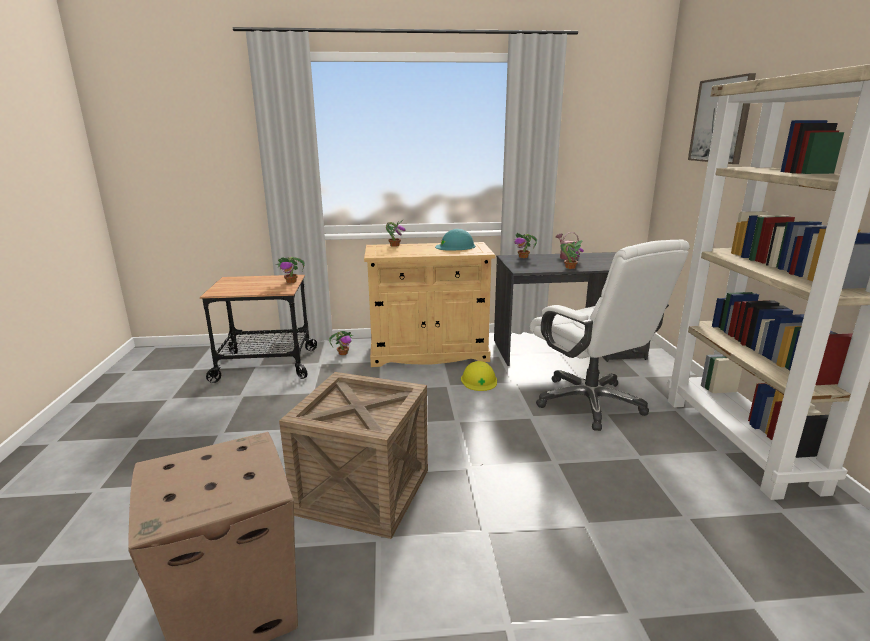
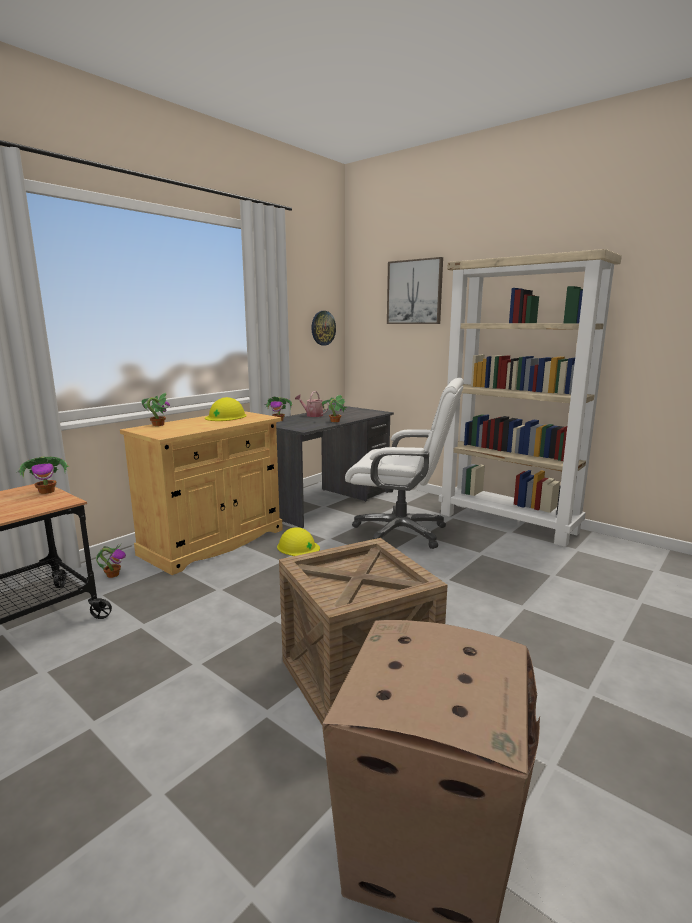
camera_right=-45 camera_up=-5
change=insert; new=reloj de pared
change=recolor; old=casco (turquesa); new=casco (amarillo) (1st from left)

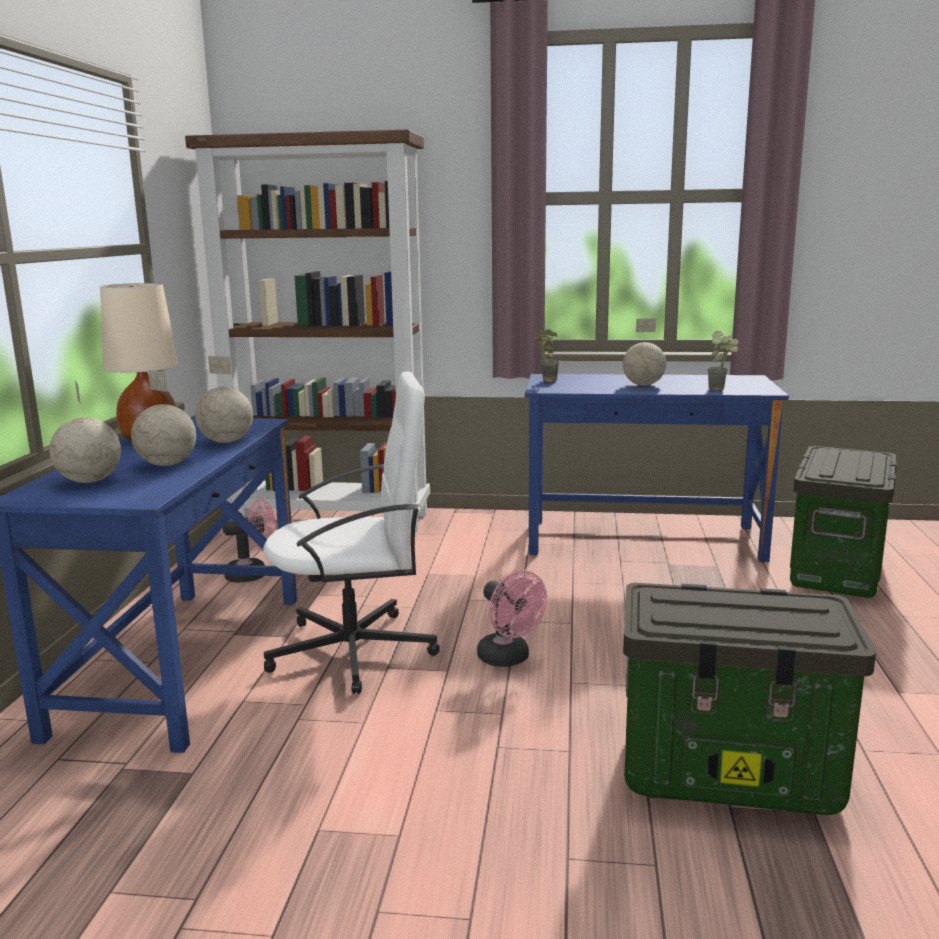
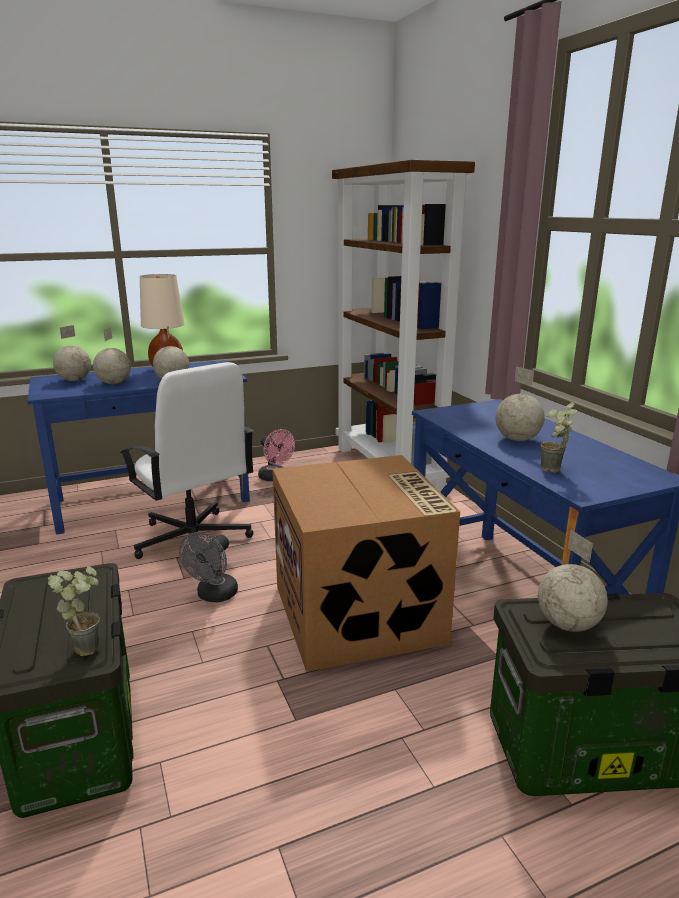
camera_right=60 camera_up=5
change=insert; new=caja de cartón
change=insert; new=globo terráqueo (5th from left)
change=move; old=planta en maceta (1st from left)
change=recolor; old=ventilador (rosa) (2nd from left); new=ventilador (gris)

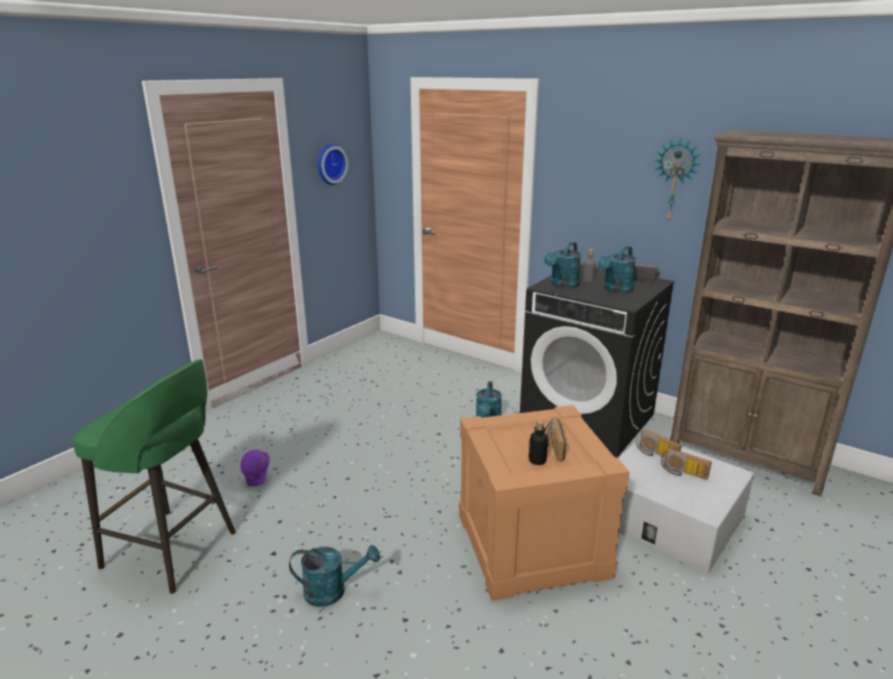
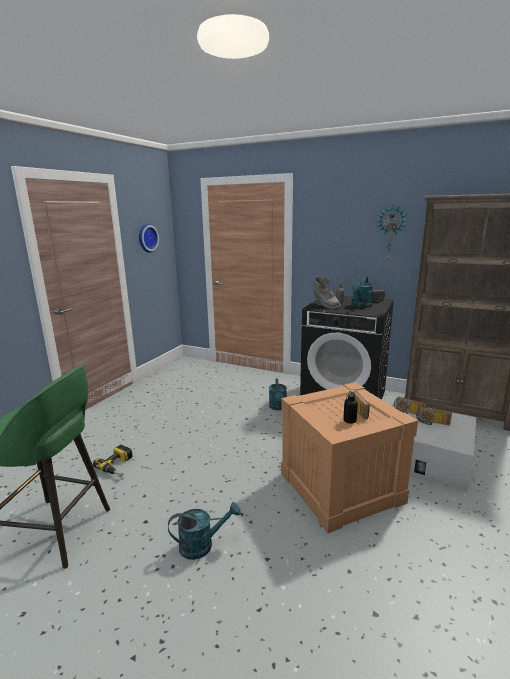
camera_right=-10 camera_up=-5
change=replace; old=casco (morado); new=taladro
change=replace; old=regadera (turquesa) (3rd from left); new=bota (gris)

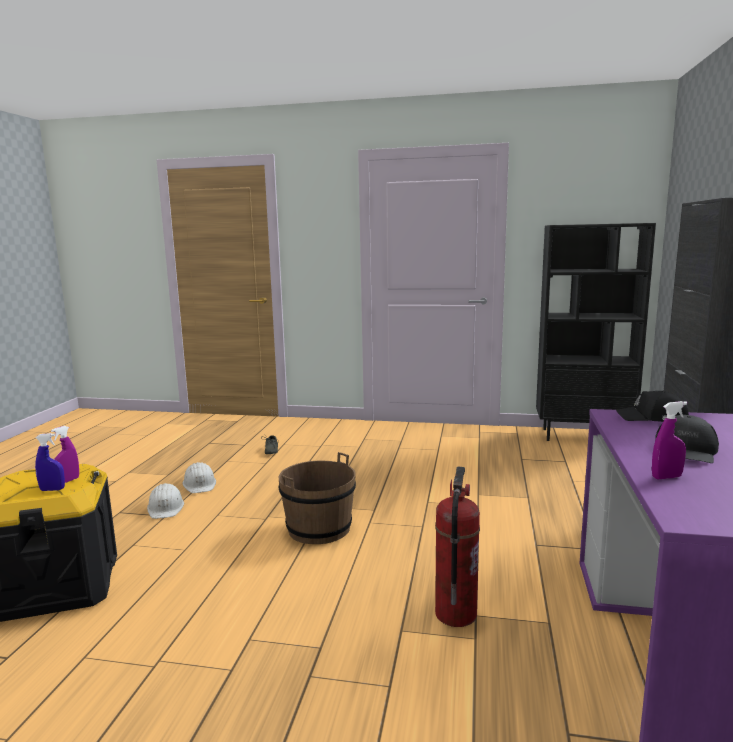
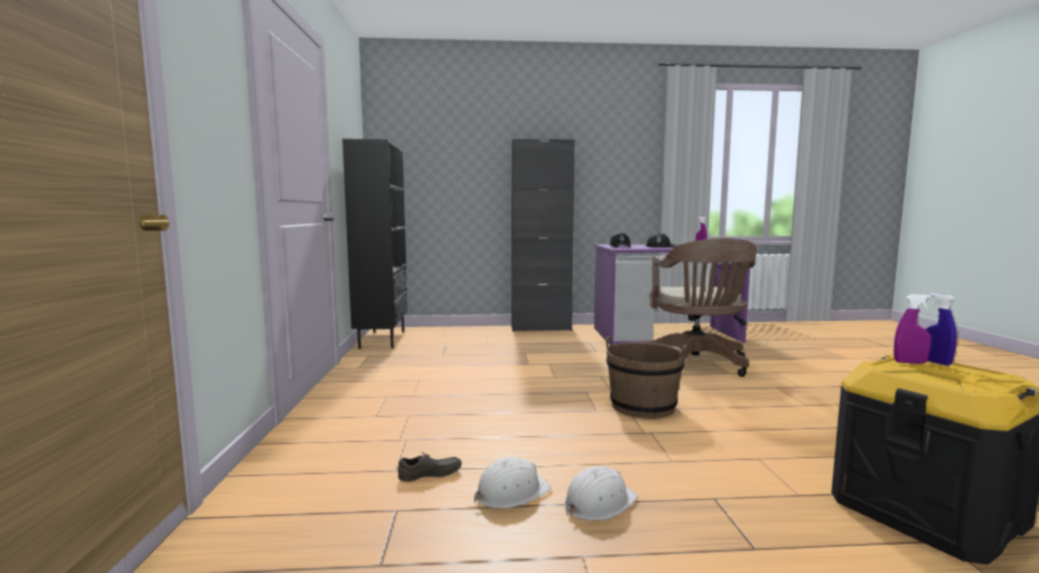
camera_right=-105 camera_up=-5
change=move; old=casco (blanco) (1st from left)
change=replace; old=extintor; new=silla de oficina (marrón)

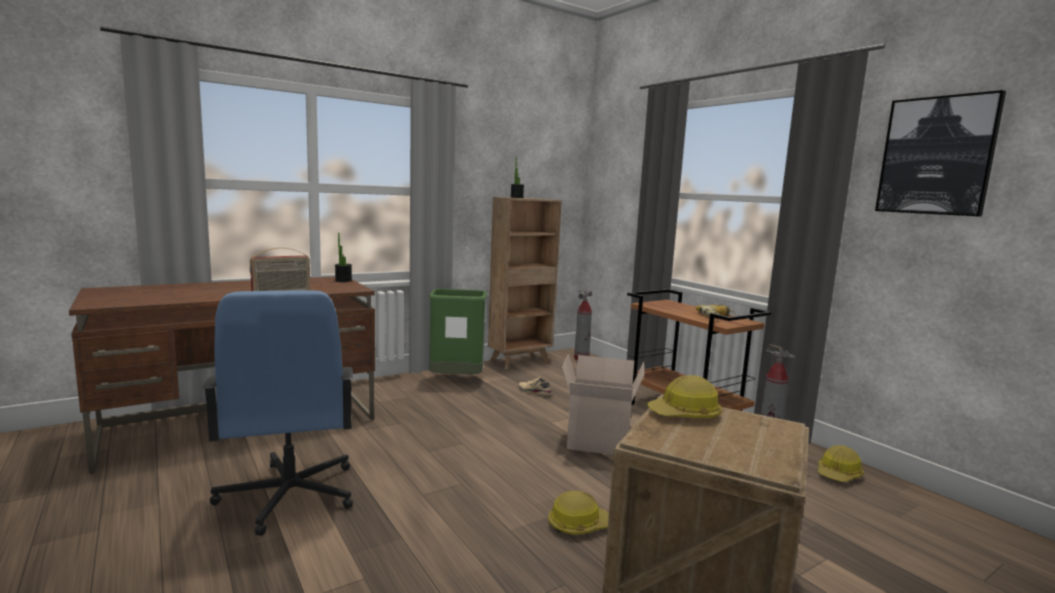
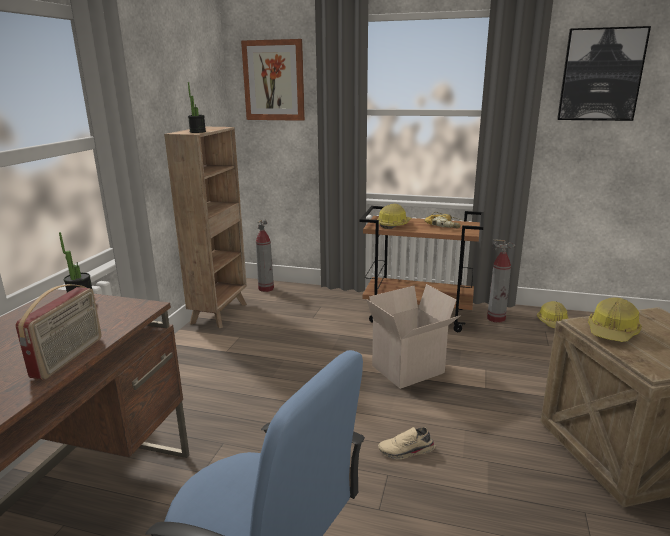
camera_right=-40 camera_up=10
change=delete; old=papelera (verde)
change=insert; new=cuadro (1st from left)
change=move; old=zapato (beis)
change=move; old=casco (1st from left)

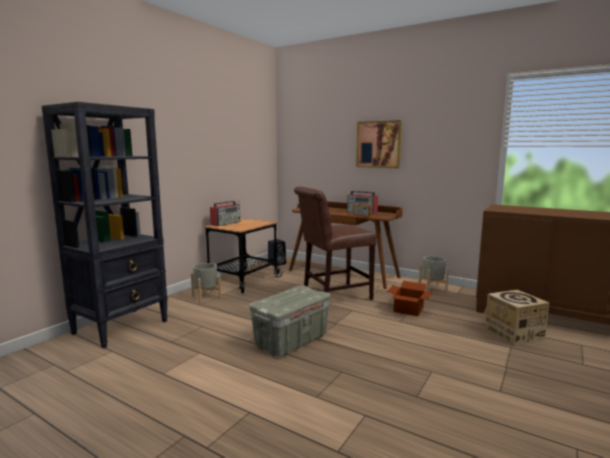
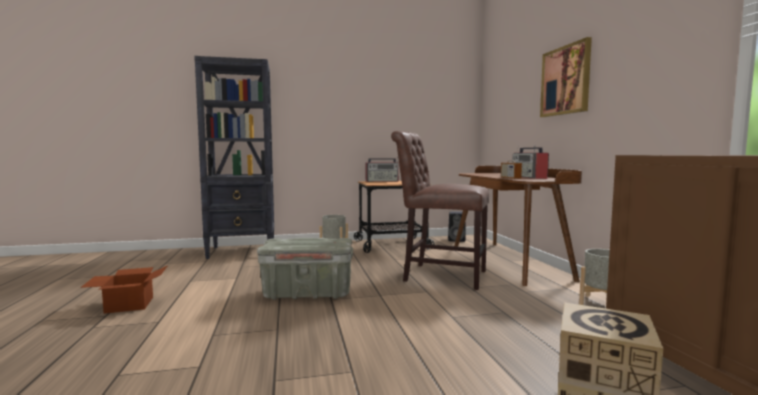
camera_right=45 camera_up=-5
change=move; old=caja de cartón (1st from left)

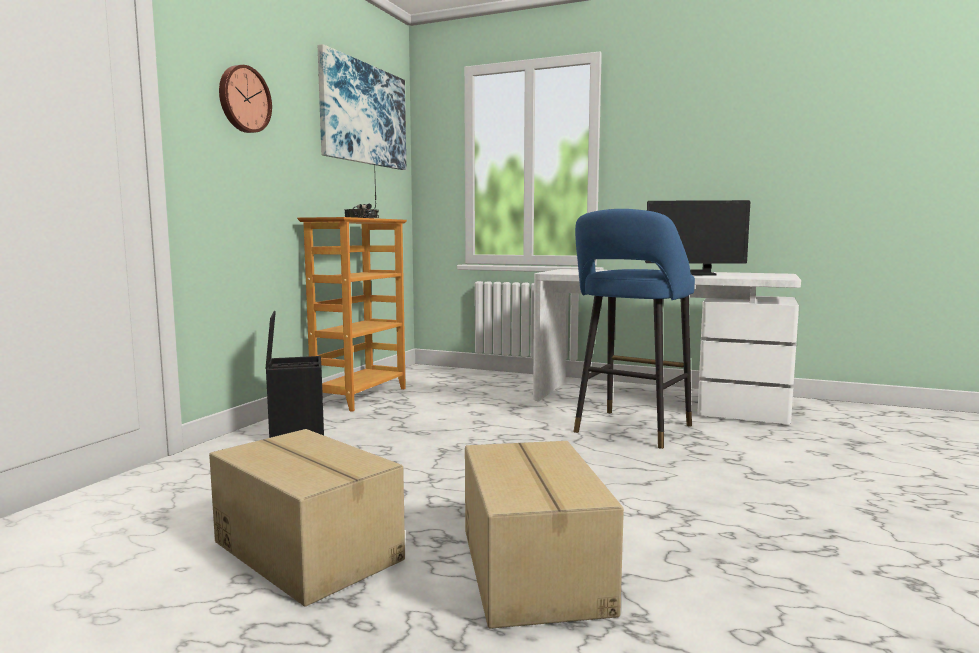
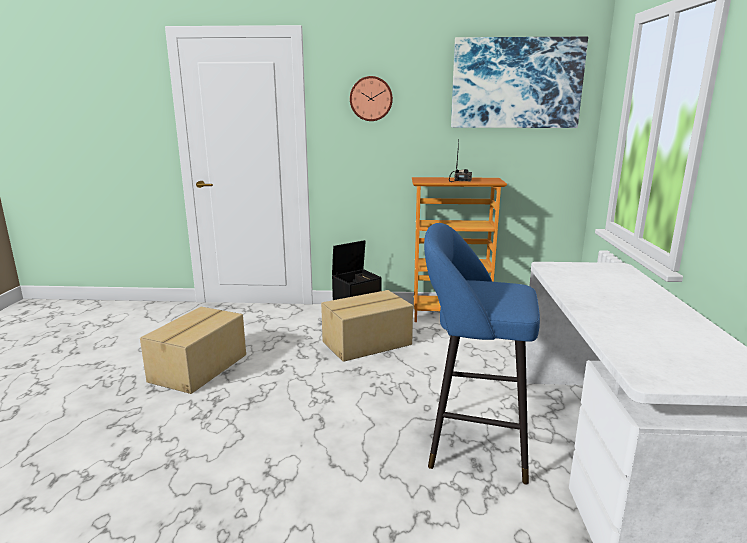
camera_right=70 camera_up=10
change=delete; old=monitor
change=move; old=caja de cartón (2nd from left)

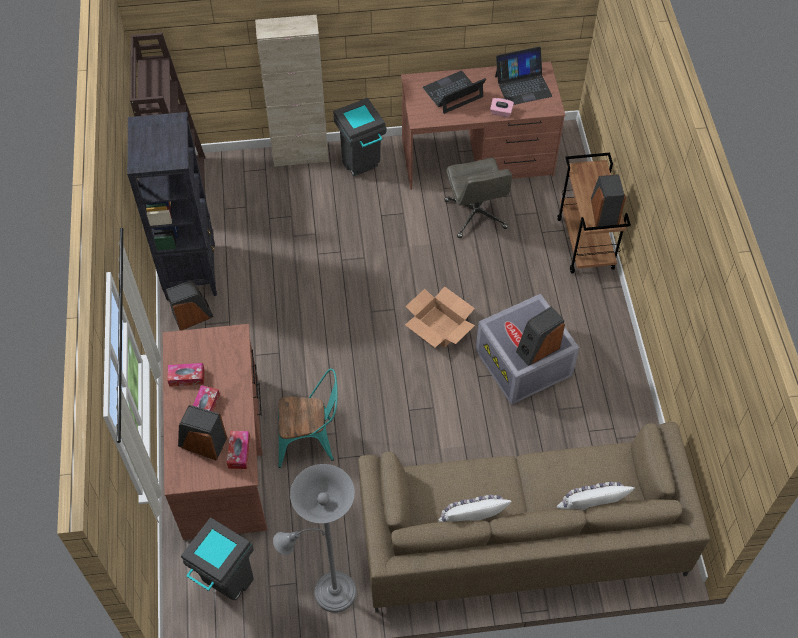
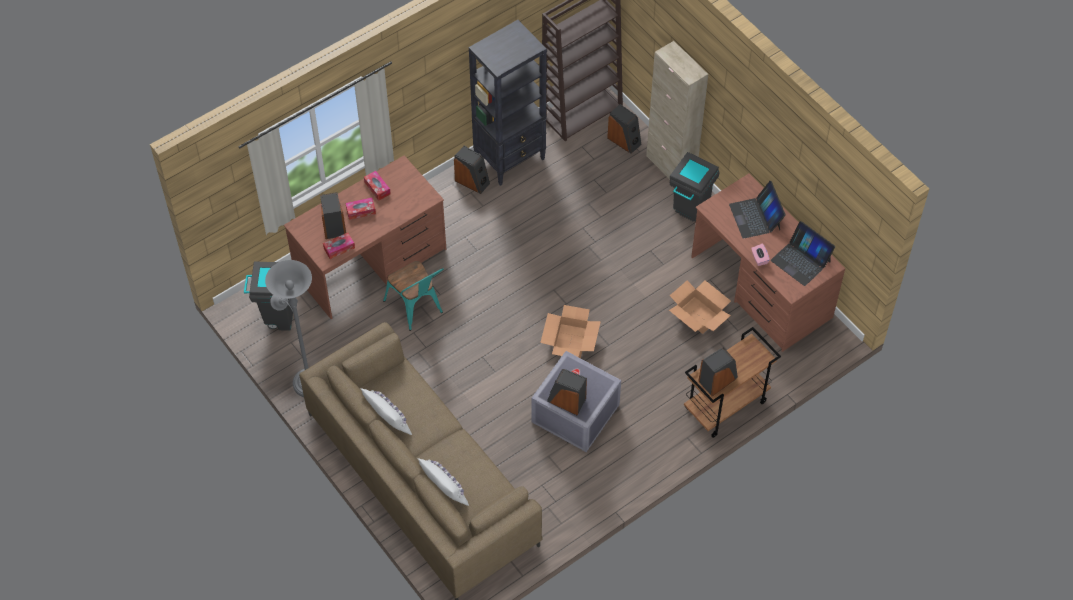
camera_right=60 camera_up=0
change=insert; new=altavoz (4th from left)
change=replace; old=silla de oficina (gris); new=caja de cartón (2nd from left)
change=rotate; old=portátil (1st from left); degrees=-135

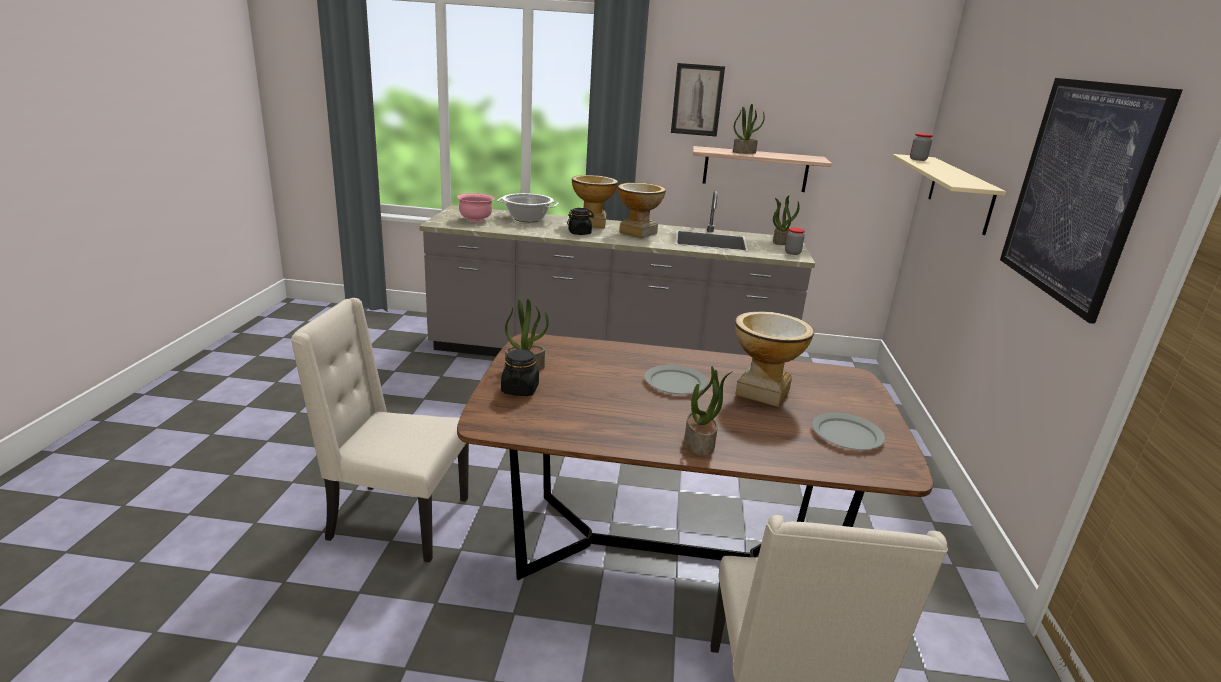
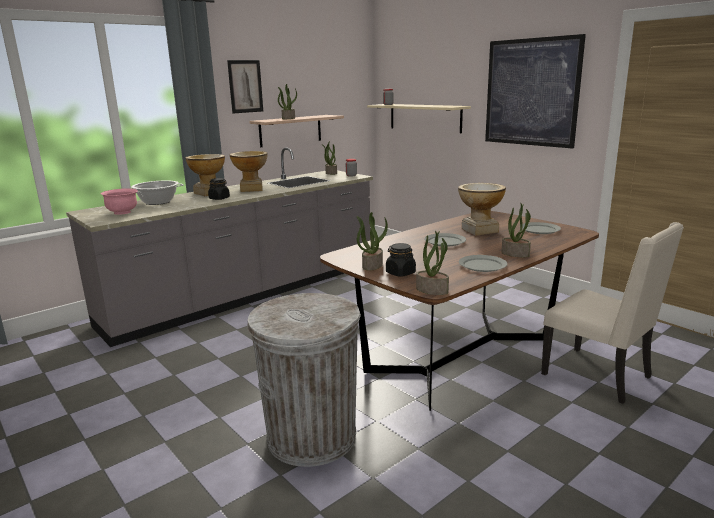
camera_right=-45 camera_up=-5
change=insert; new=planta en maceta (4th from left)
change=insert; new=plato (gris) (2nd from left)
change=replace; old=silla (beis) (1st from left); new=papelera (gris)

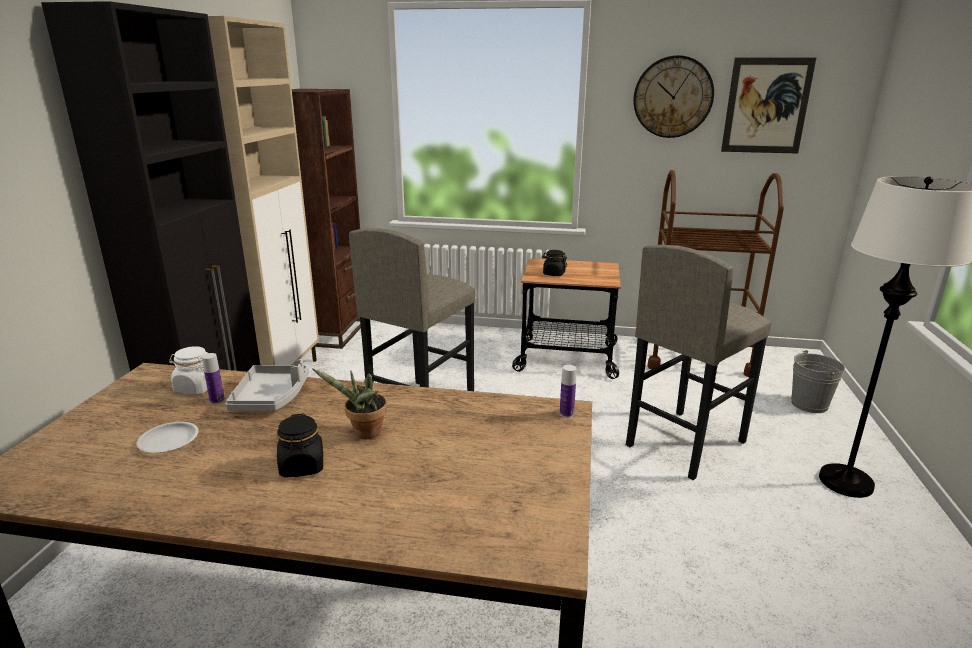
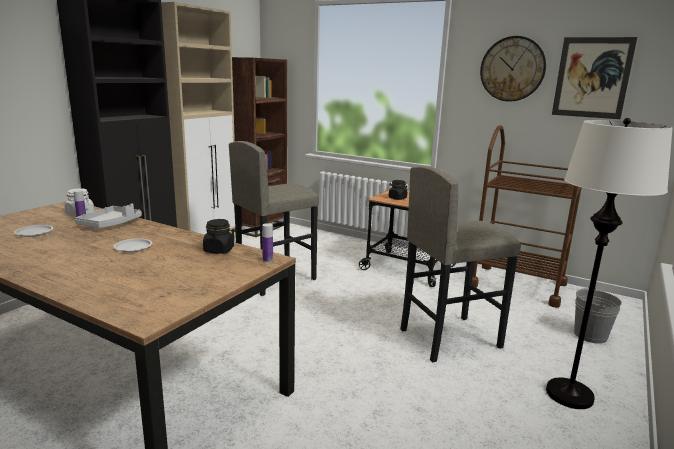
camera_right=20 camera_up=-5
change=move; old=tarro (negro) (1st from left)
change=replace; old=planta en maceta; new=plato (blanco) (2nd from left)

